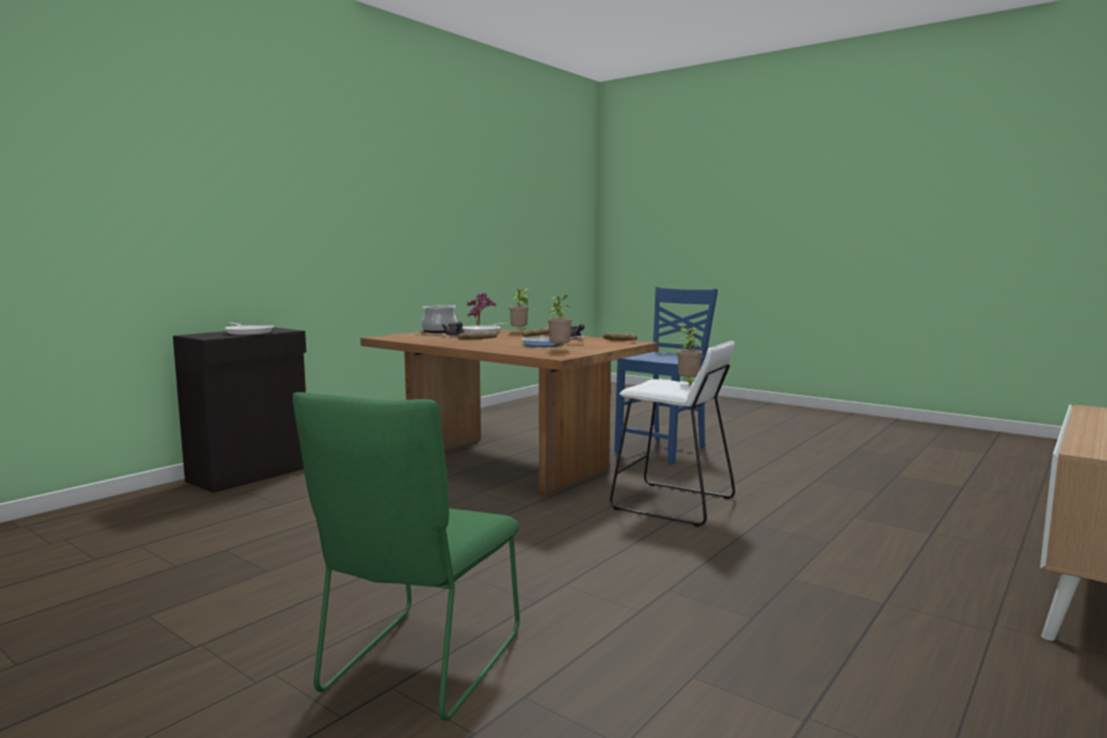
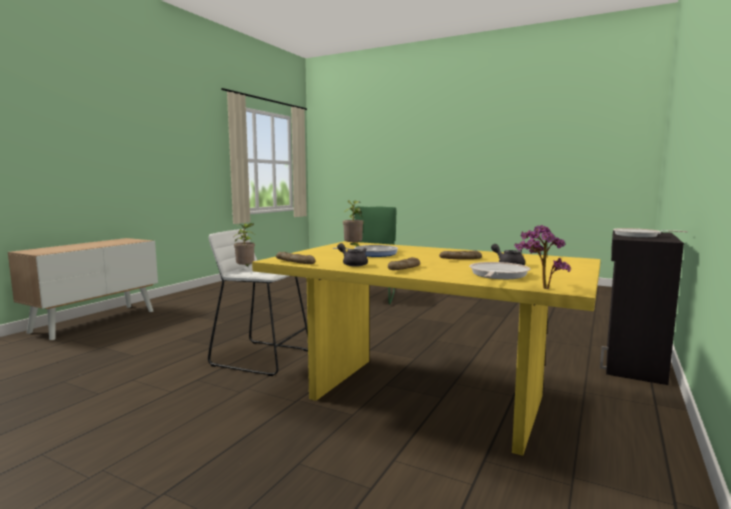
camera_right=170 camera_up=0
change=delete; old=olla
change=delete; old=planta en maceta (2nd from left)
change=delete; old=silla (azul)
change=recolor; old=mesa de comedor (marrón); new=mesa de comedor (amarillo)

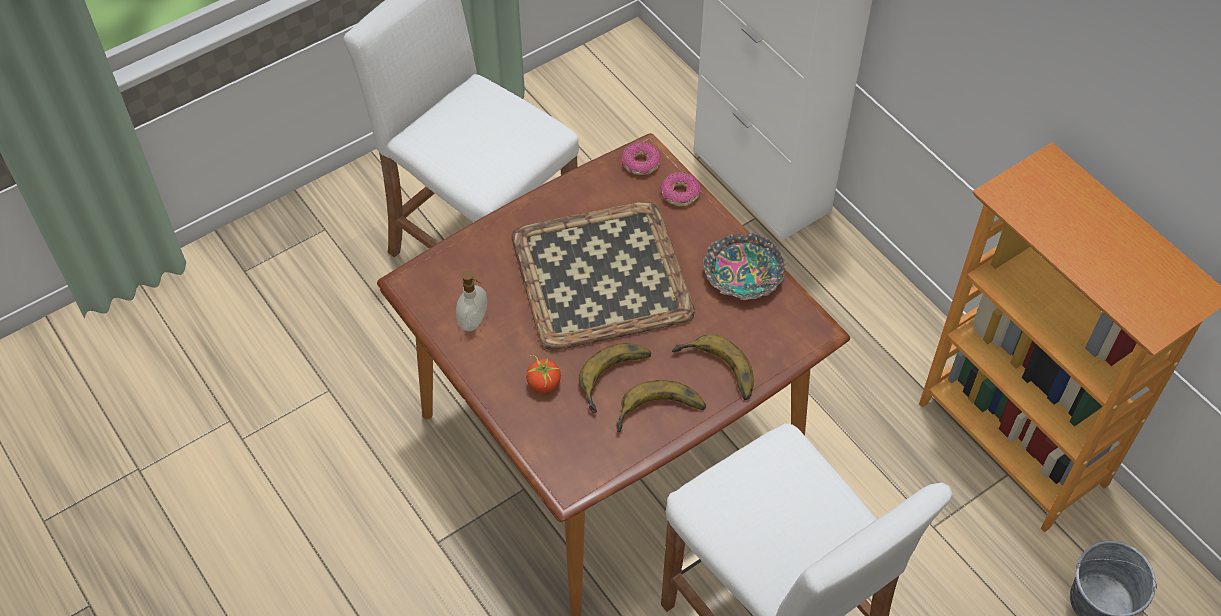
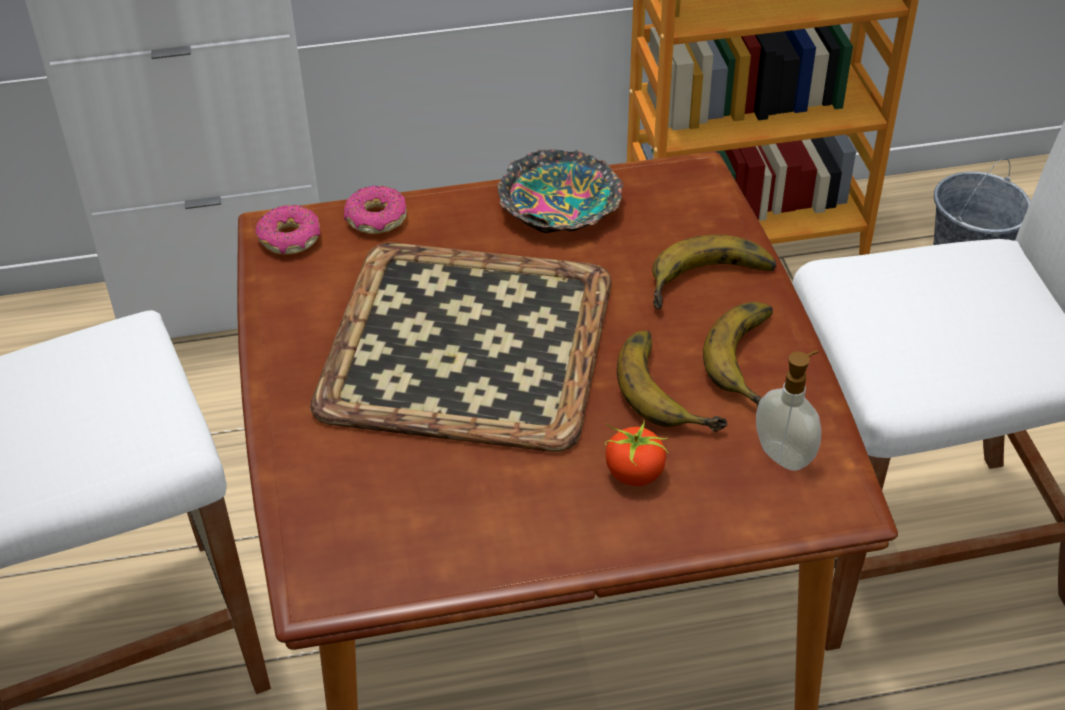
camera_right=-65 camera_up=-10
change=move; old=dispensador de jabón

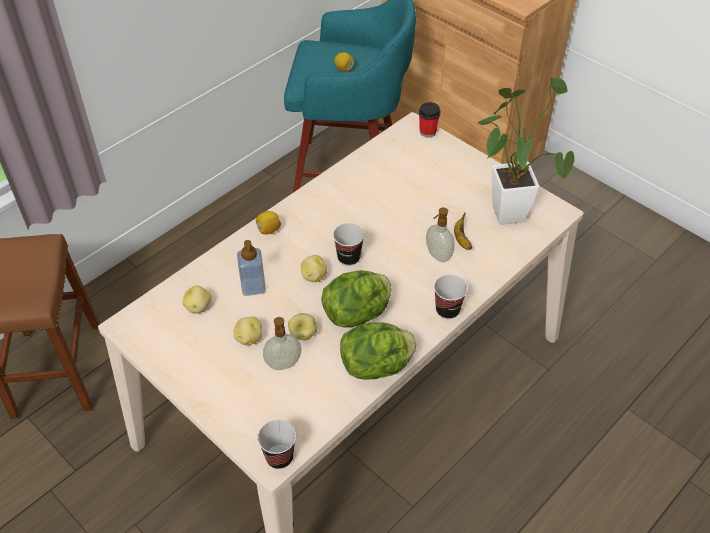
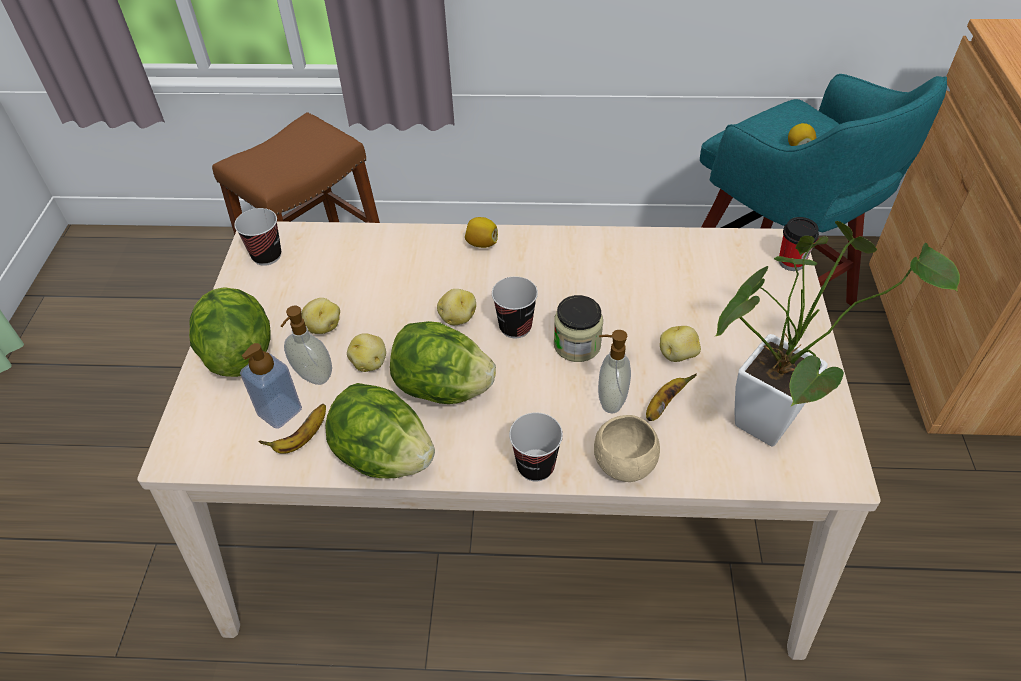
camera_right=50 camera_up=0
change=insert; new=lechuga (1st from left)
change=insert; new=plátano (1st from left)
change=insert; new=tarro
change=insert; new=cuenco (beis)
change=move; old=patata (1st from left in the first image); new=patata (4th from left)
change=move; old=dispensador de jabón (1st from left)
change=move; old=taza (1st from left)

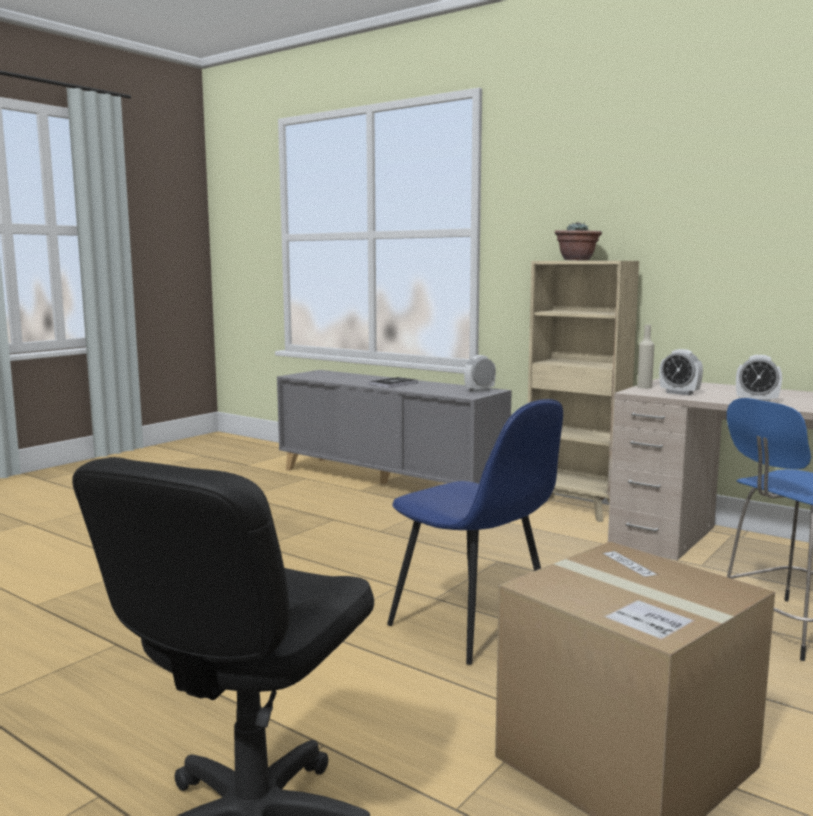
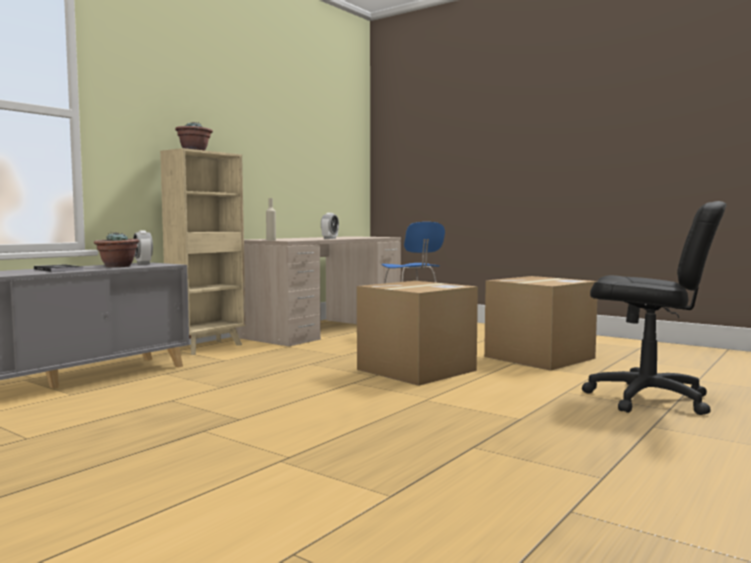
camera_right=-90 camera_up=-5
change=delete; old=despertador (2nd from left)
change=insert; new=planta en maceta (1st from left)
change=replace; old=silla (azul); new=caja de cartón (1st from left)

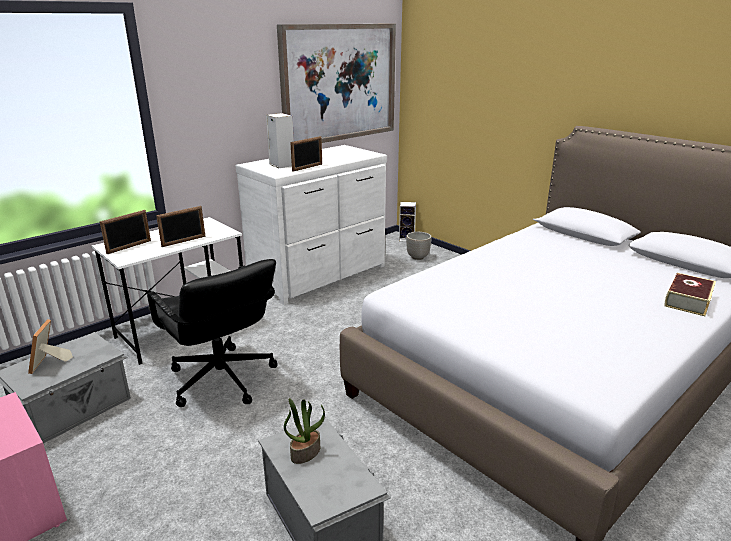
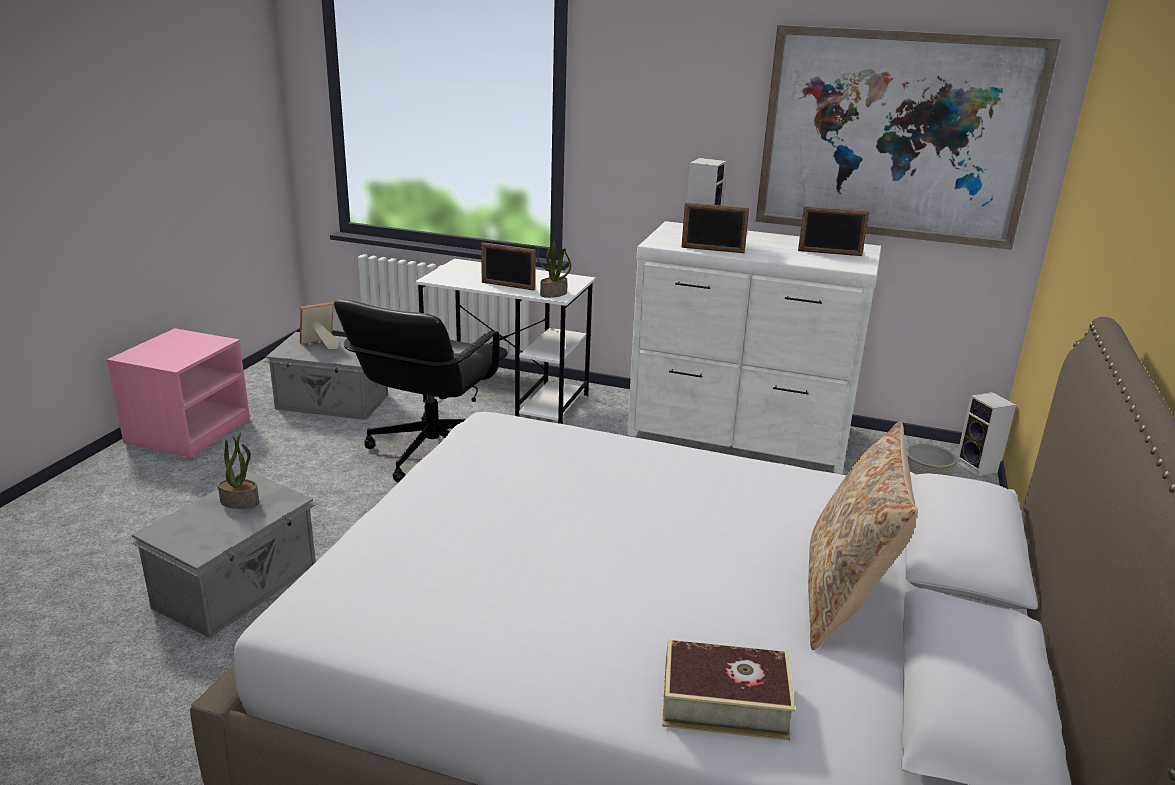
camera_right=60 camera_up=0
change=insert; new=planta en maceta (2nd from left)
change=insert; new=cojín (beis)
change=move; old=portarretratos (2nd from left in the first image); new=portarretratos (4th from left)

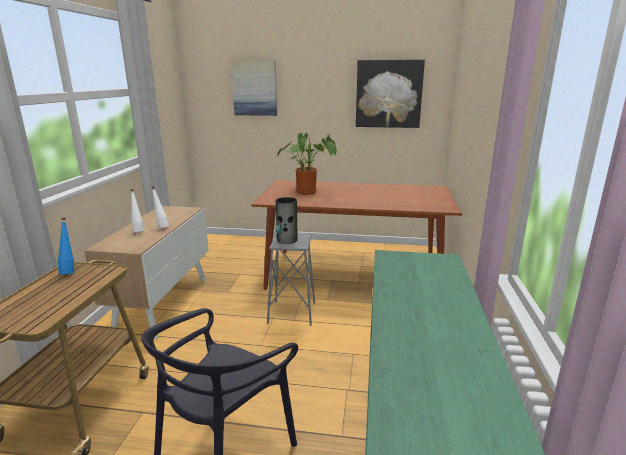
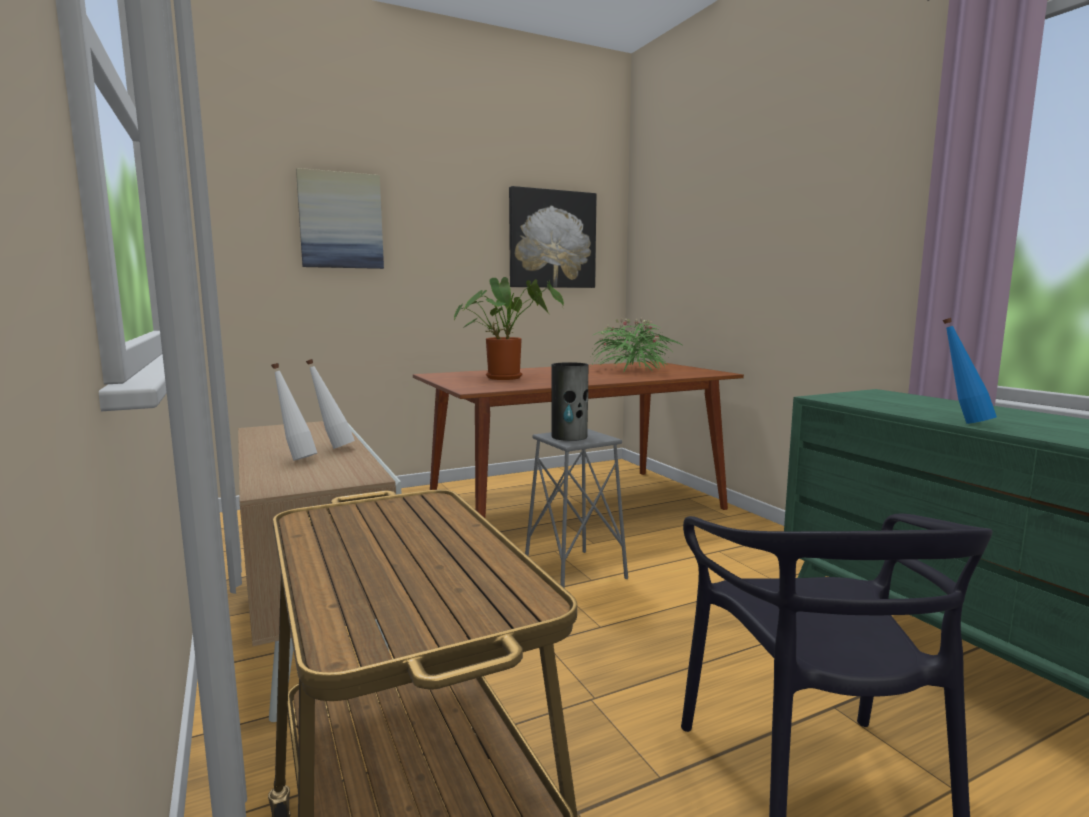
camera_right=-35 camera_up=-10
change=insert; new=planta en maceta (2nd from left)
change=move; old=botella (azul)

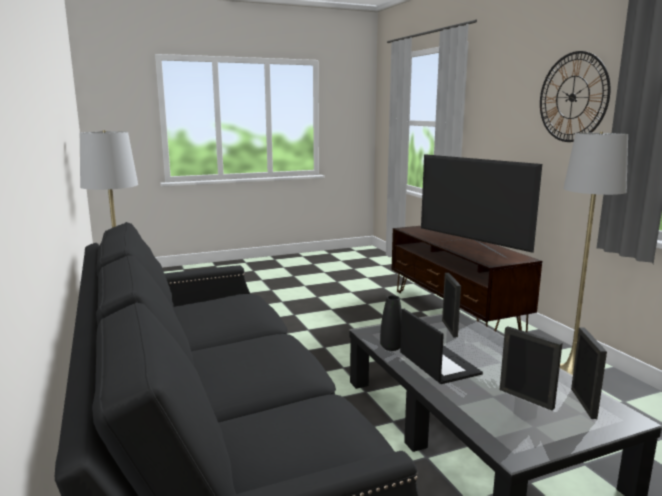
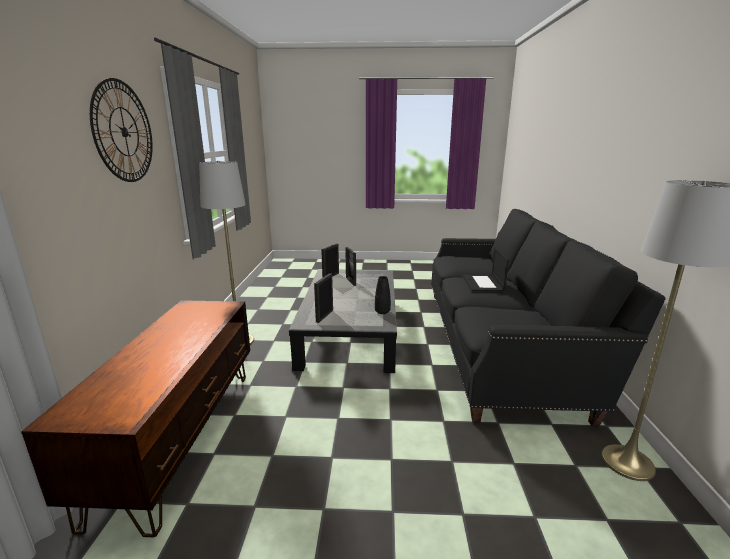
camera_right=-155 camera_up=5
change=delete; old=televisor
change=move; old=portátil

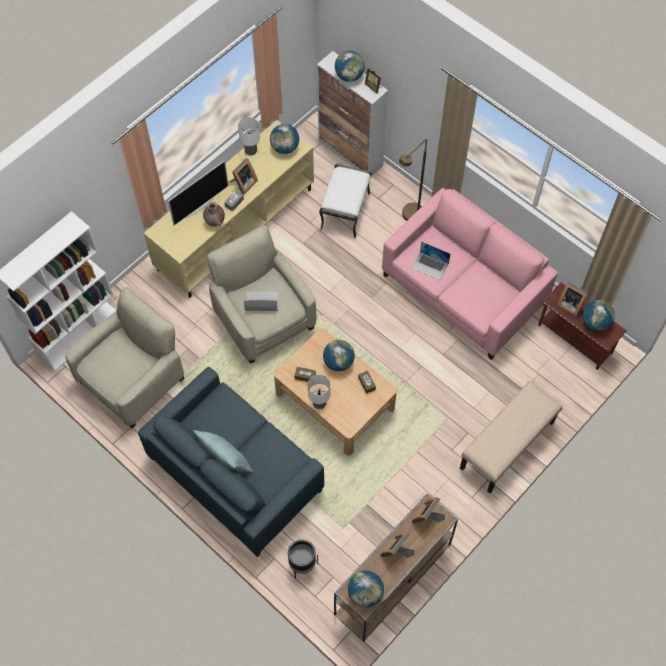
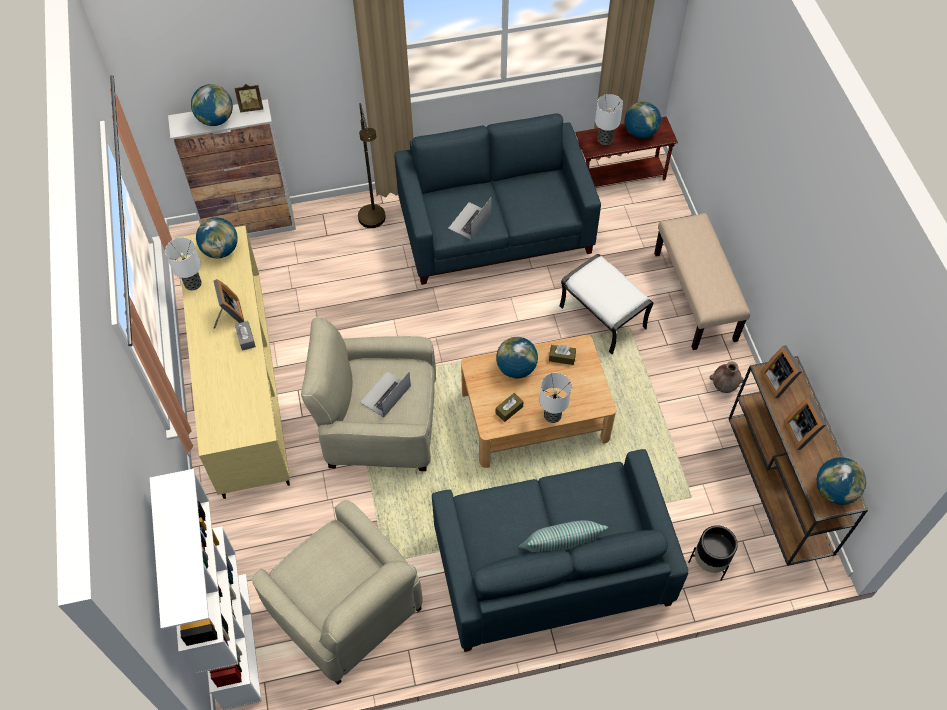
camera_right=-55 camera_up=-5
change=delete; old=televisor
change=move; old=florero (marrón)
change=move; old=puf (blanco)
change=replace; old=portarretratos (5th from left); new=lámpara de mesa (3rd from left)
change=recolor; old=sofá (rosa); new=sofá (azul) (1st from left)
change=rotate; old=sillón (beis) (1st from left); degrees=150
change=rotate; old=portátil (2nd from left); degrees=150

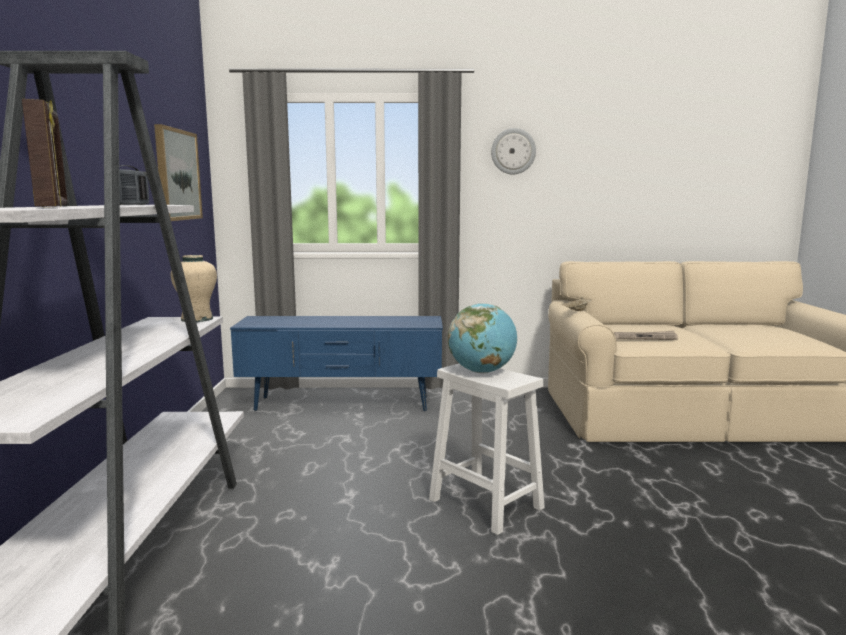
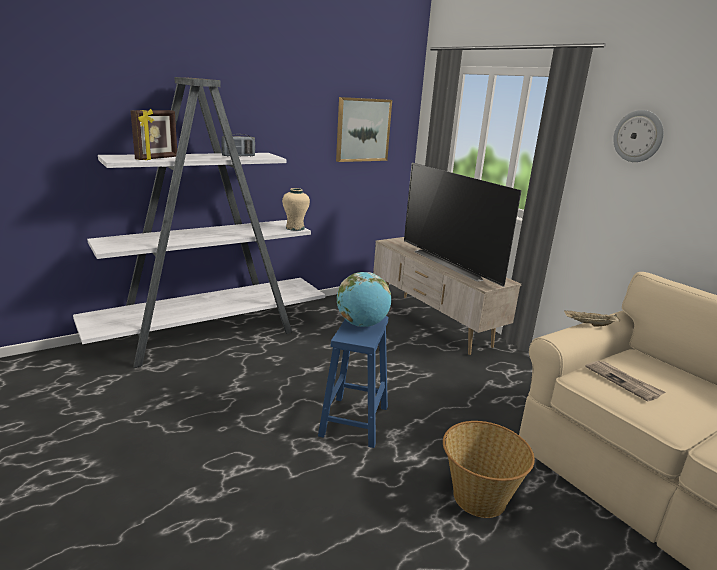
camera_right=55 camera_up=10
change=insert; new=televisor
change=insert; new=cesta
change=recolor; old=mueble de televisión (azul); new=mueble de televisión (beis)
change=recolor; old=taburete (blanco); new=taburete (azul)

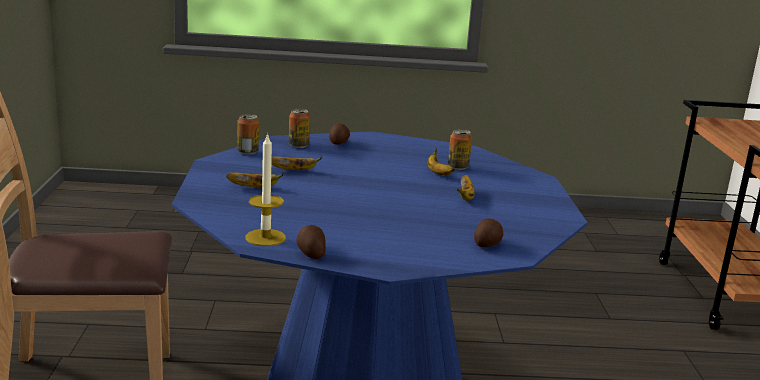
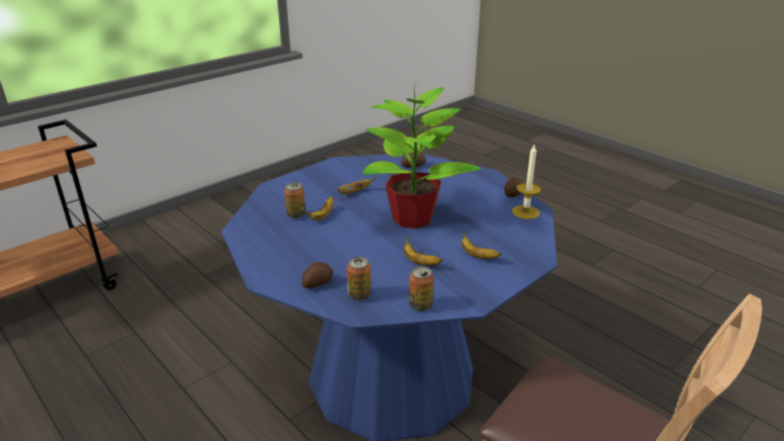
camera_right=-130 camera_up=10
change=insert; new=planta en maceta

